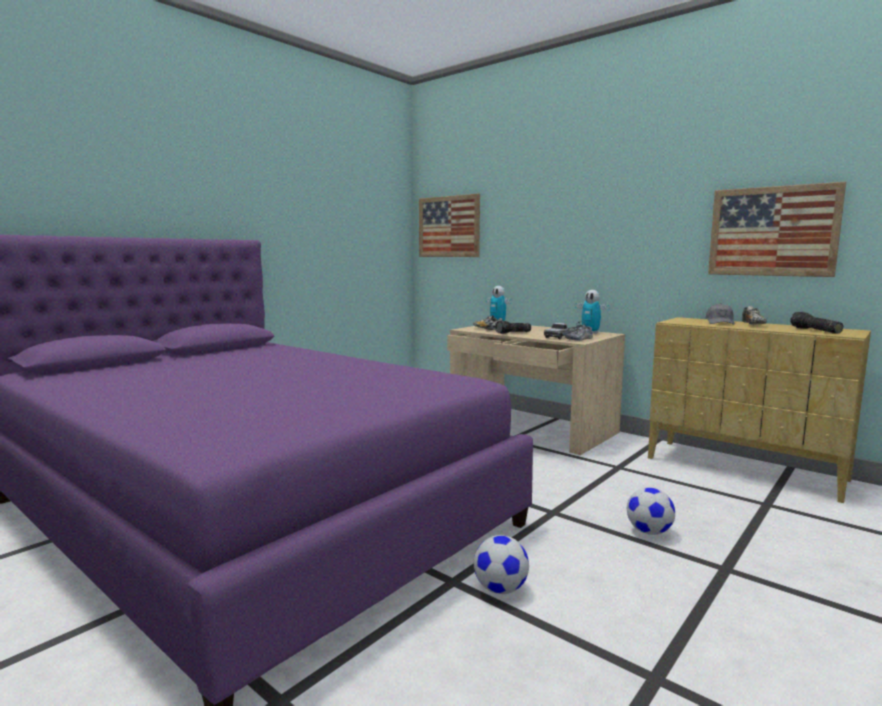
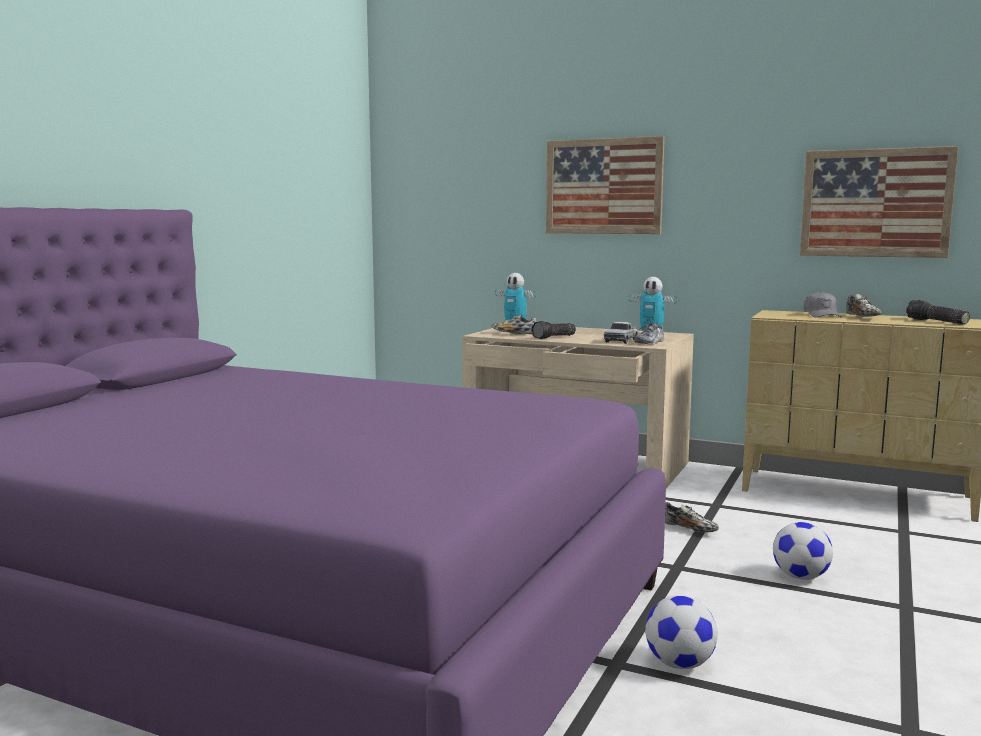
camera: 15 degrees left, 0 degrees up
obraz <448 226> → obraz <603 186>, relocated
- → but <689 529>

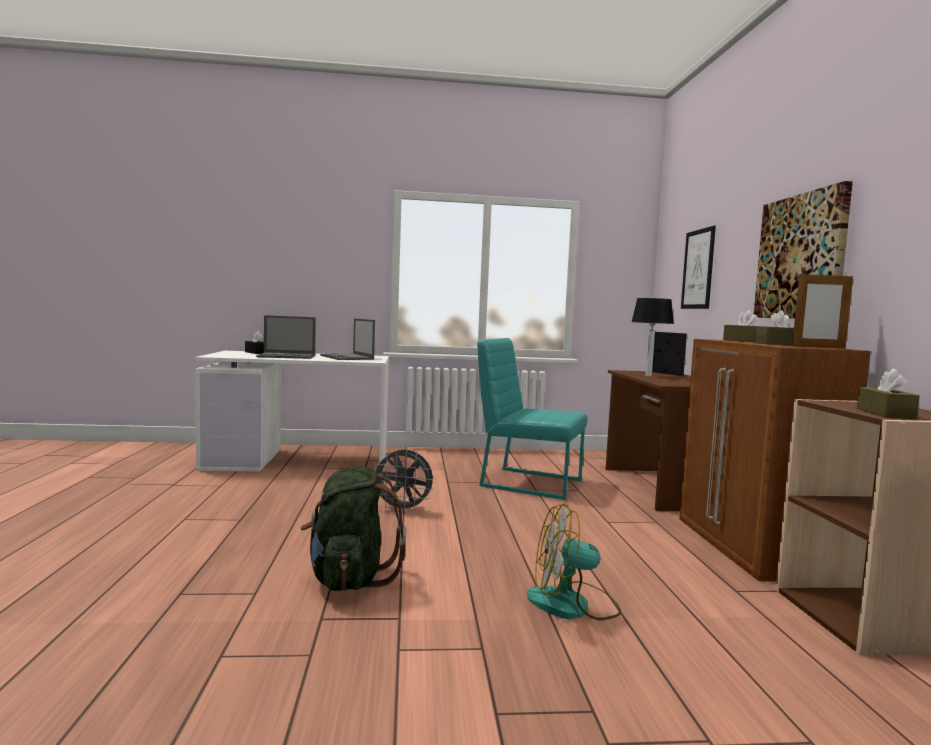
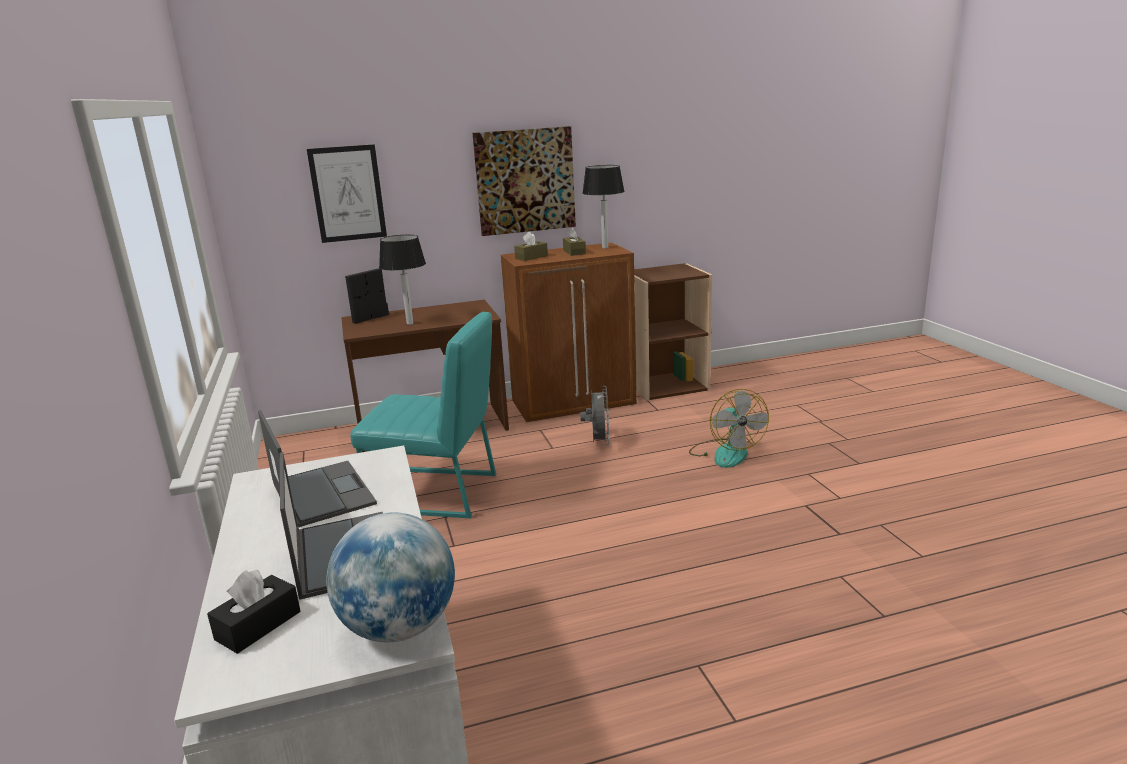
camera: 100 degrees left, 15 degrees up
laptop <347 357> → laptop <322 493>, 75 degrees counterclockwise
- → globus <399 628>
krzesło [turkusowy] <528 482> → krzesło [turkusowy] <437 493>, 90 degrees counterclockwise
wentylator [szary] <403 509> → wentylator [szary] <598 443>, relocated
ramka na zdjęcie <818 347> → lampa stołowa <604 247>
plecak [zielony] <349 579> → -
pudełko chusteczek [brązowy] <885 413> → -

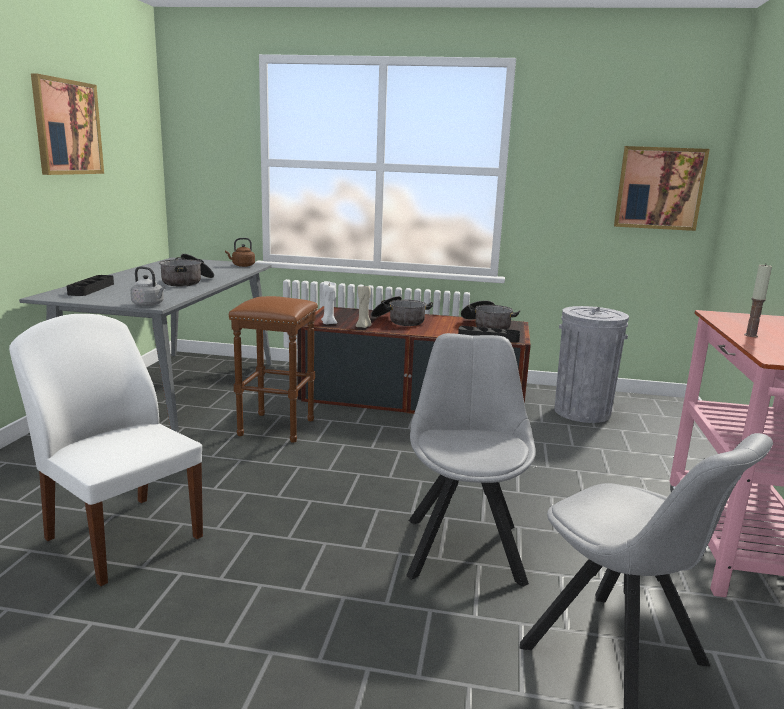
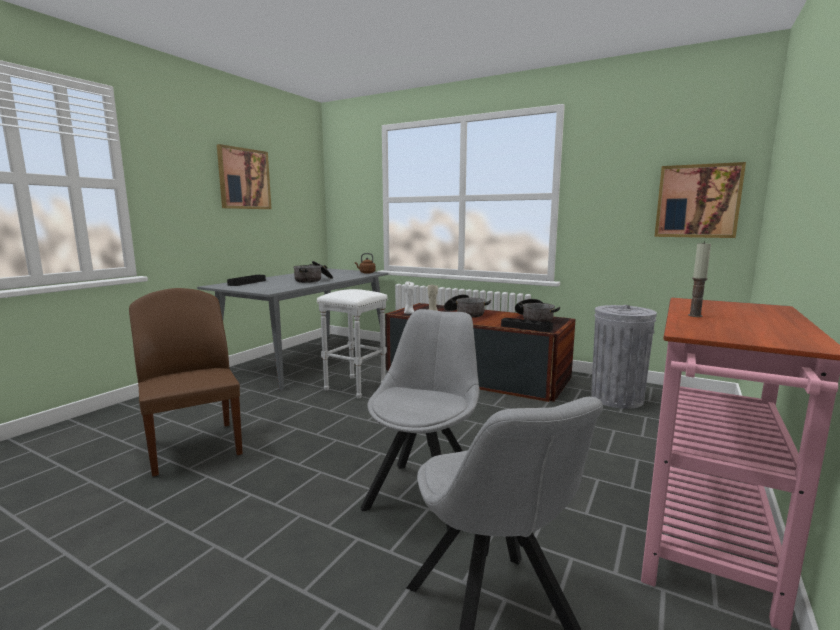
camera: 20 degrees right, 5 degrees down
krzesło [biały] <122 536> → krzesło [brązowy] <195 446>
stołek [brązowy] <277 428> → stołek [biały] <355 387>
czajnik [szary] <149 304> → -

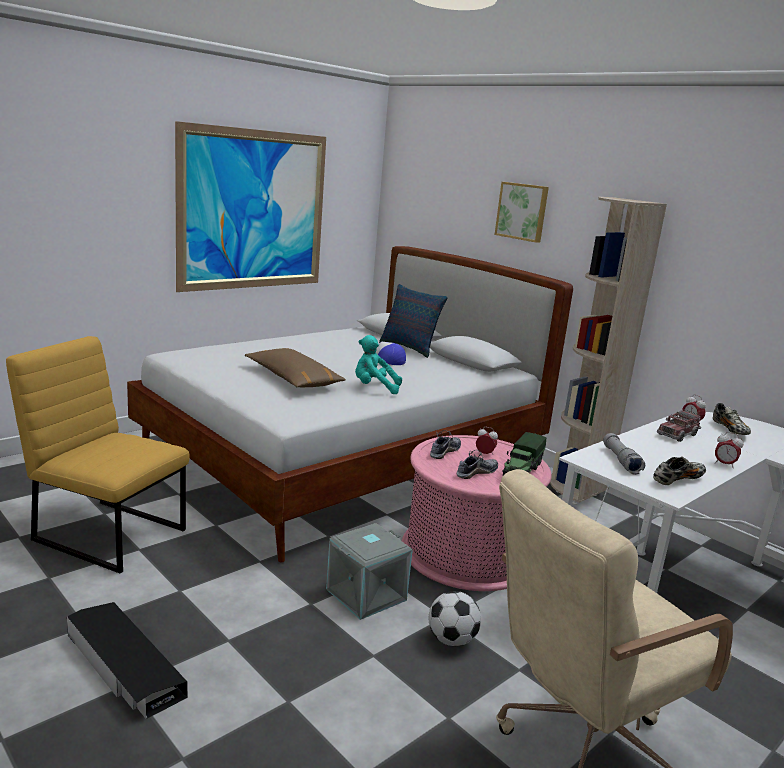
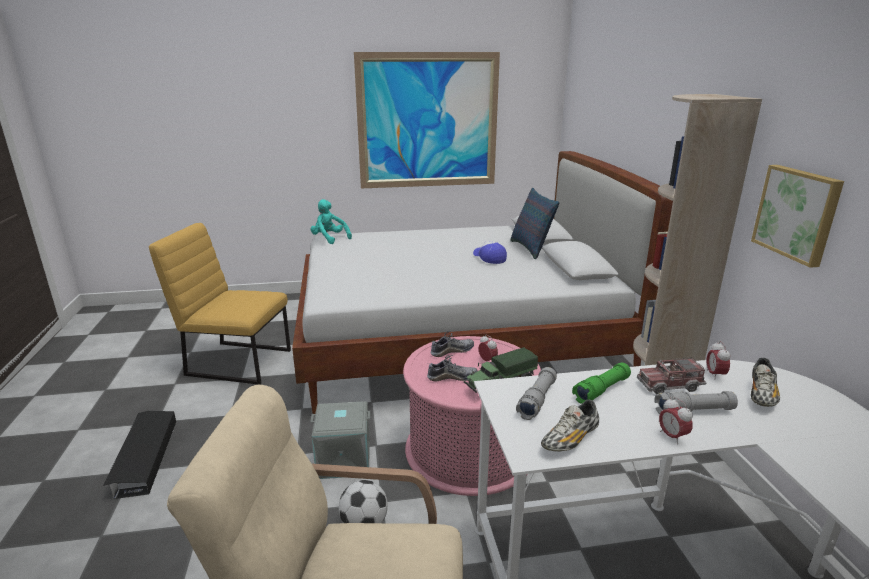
camera: 35 degrees right, 5 degrees up
krzesło [żółty] <107 533> → krzesło [żółty] <237 361>, 45 degrees counterclockwise
pluszak [turkusowy] <374 388> → pluszak [turkusowy] <329 239>, relocated
but <678 480> → but <570 439>, 135 degrees clockwise
- → latarka [zielony] <601 390>
- → latarka [szary] <694 411>
obraz <522 211> → obraz <797 213>, relocated
poduszka [brązowy] <293 379> → -

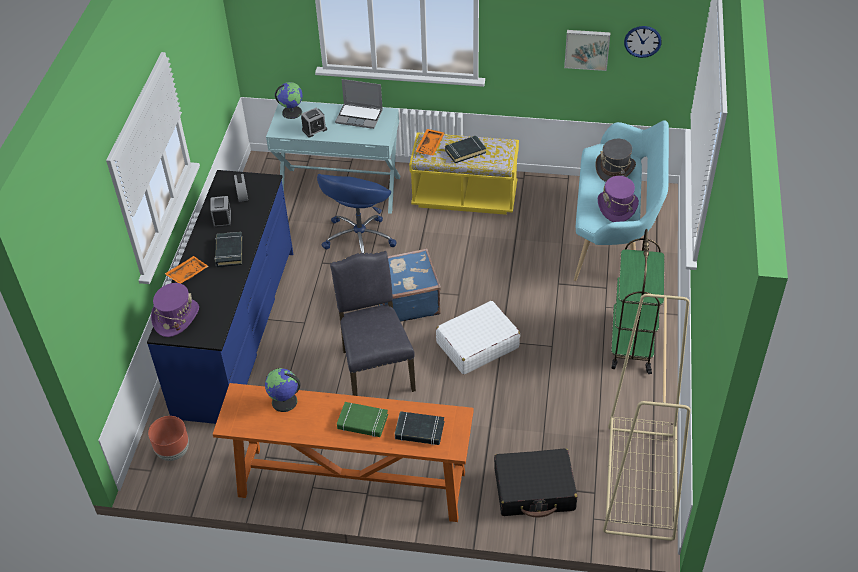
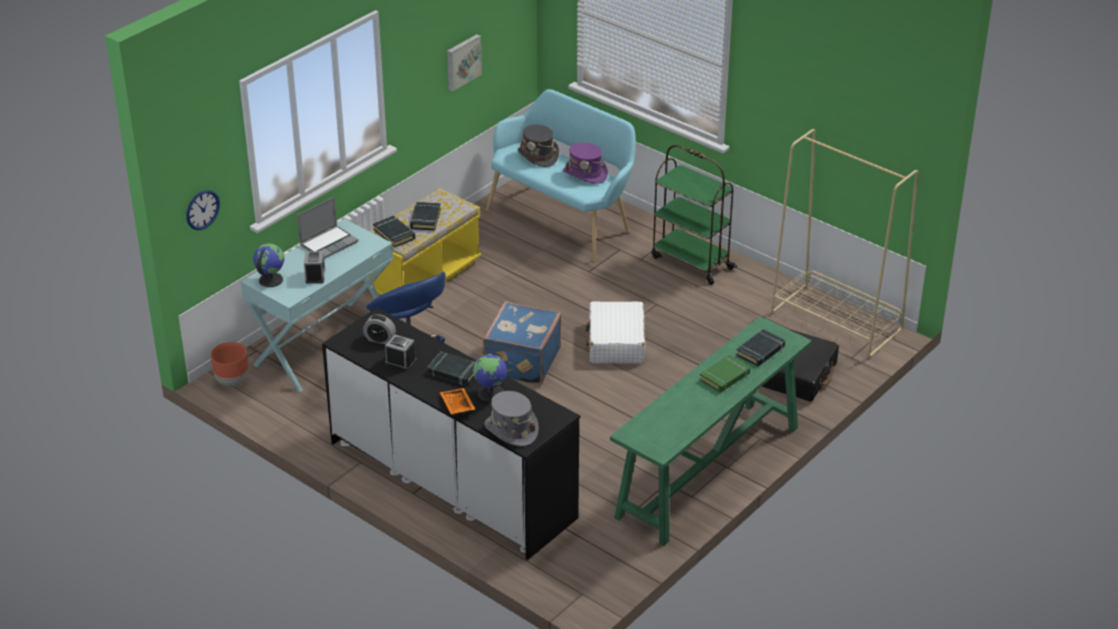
camera: 60 degrees left, 10 degrees down
zegar ścienny <642 41> → zegar ścienny <202 209>, relocated
donica [brązowy] <173 451> → donica [brązowy] <232 381>, relocated
komoda [niebieski] <236 331> → komoda [czarny] <452 479>
taca [pomarańczowy] <430 146> → książka [czarny] <394 234>
globus <284 402> → globus <491 393>, relocated
kapelusz [fioletowy] <176 317> → kapelusz [szary] <511 430>
stolik konsolowy [pomarańczowy] <350 484> → stolik konsolowy [zielony] <707 472>
krzesło [szary] <375 368> → -

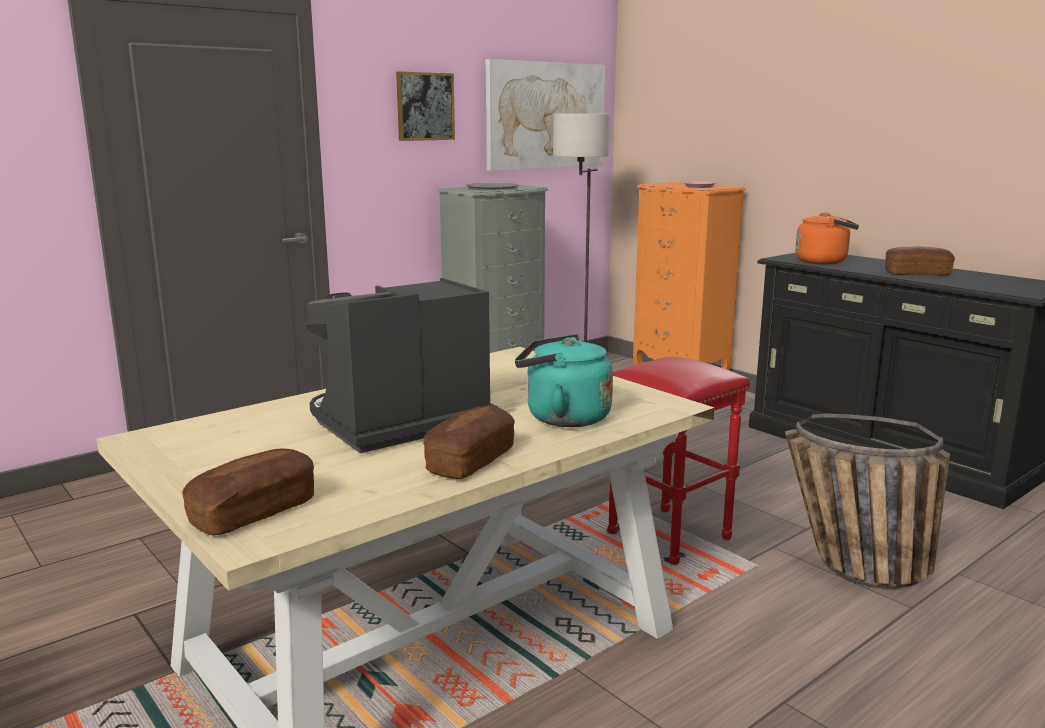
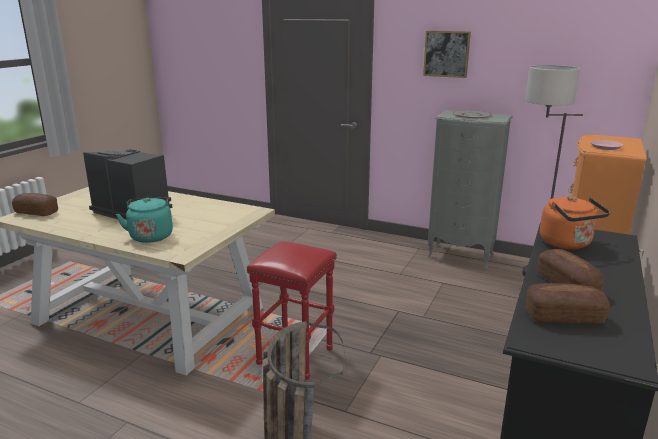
camera: 65 degrees right, 5 degrees up
chleb <470 461> → chleb <564 316>, relocated
obraz <546 115> → -

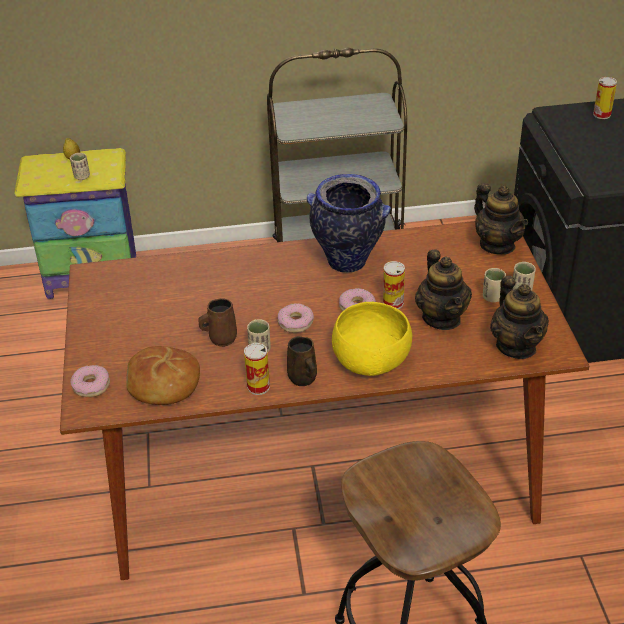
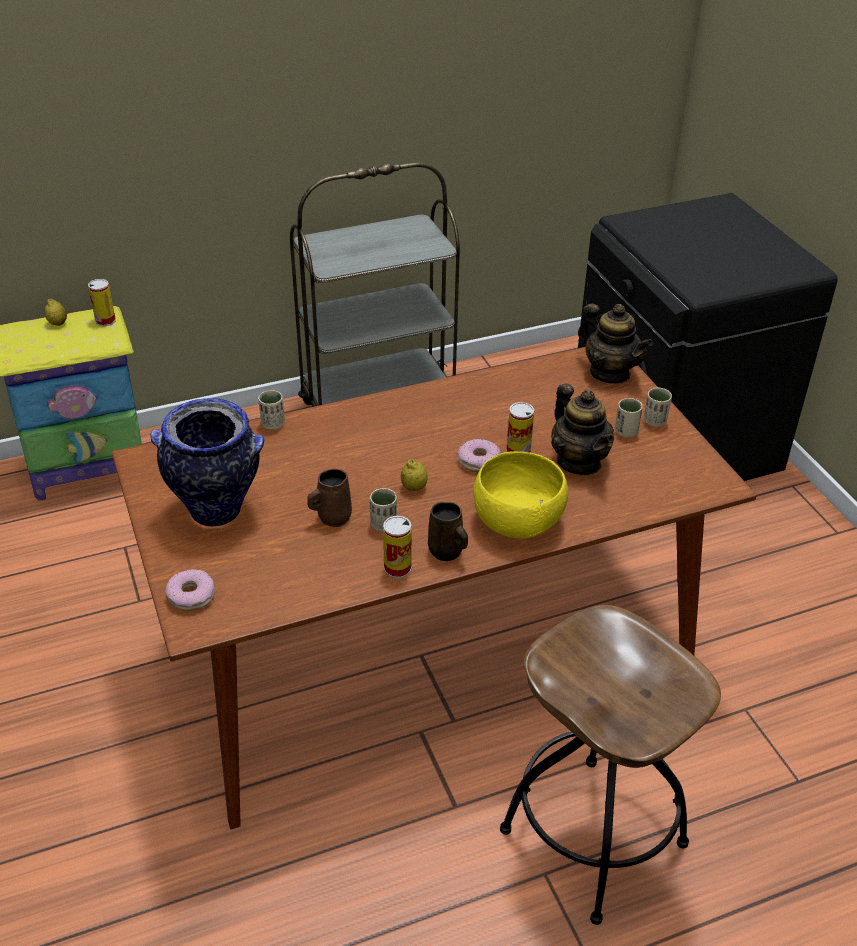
camera: 15 degrees left, 0 degrees up
puszka <602 114> → puszka <105 320>, relocated
wazon <348 262> → wazon <217 511>, relocated
filiżanka [beżowy] <82 176> → filiżanka [beżowy] <273 424>, relocated
donut <295 322> → cytryna <414 488>
chleb <163 385> → -
imbryk <516 346> → -

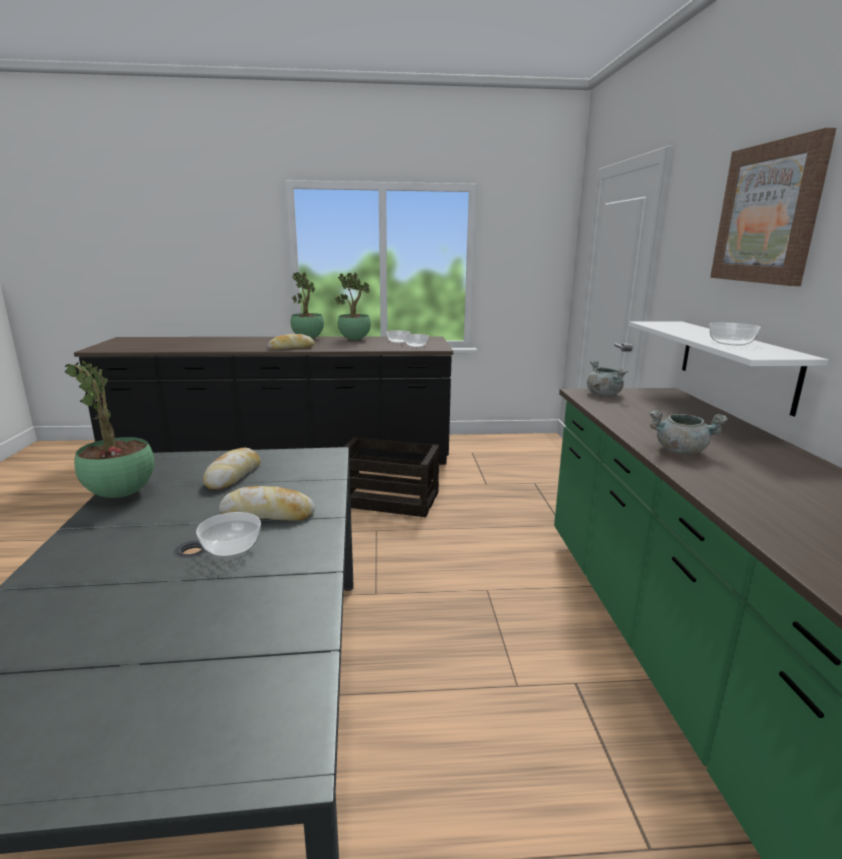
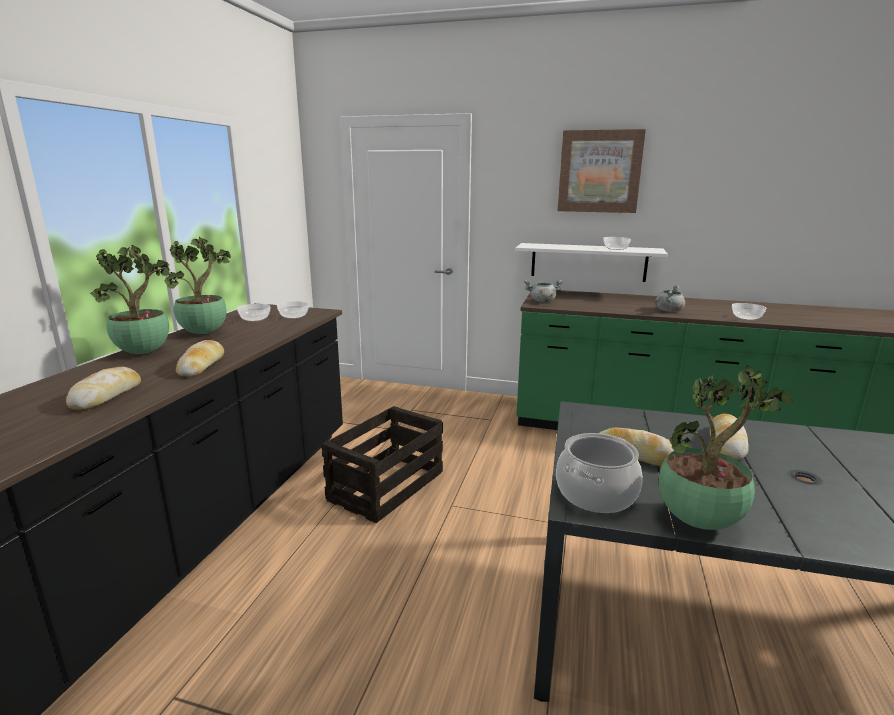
camera: 70 degrees left, 0 degrees up
- → chleb <107 396>
- → garnek <596 494>
miska <231 546> → miska <746 318>, relocated

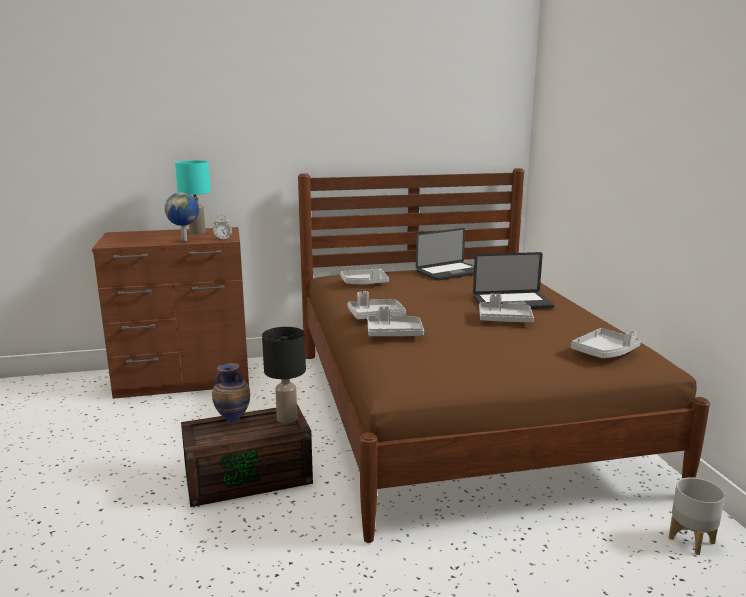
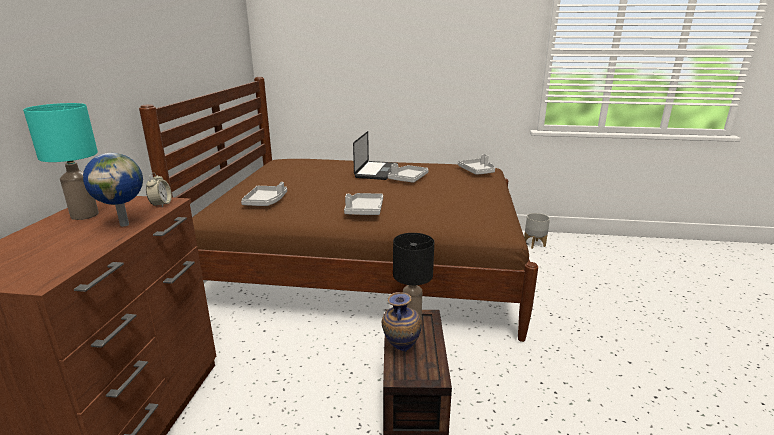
camera: 70 degrees left, 5 degrees up
taca [szary] <394 333> → -
laptop <450 272> → -

